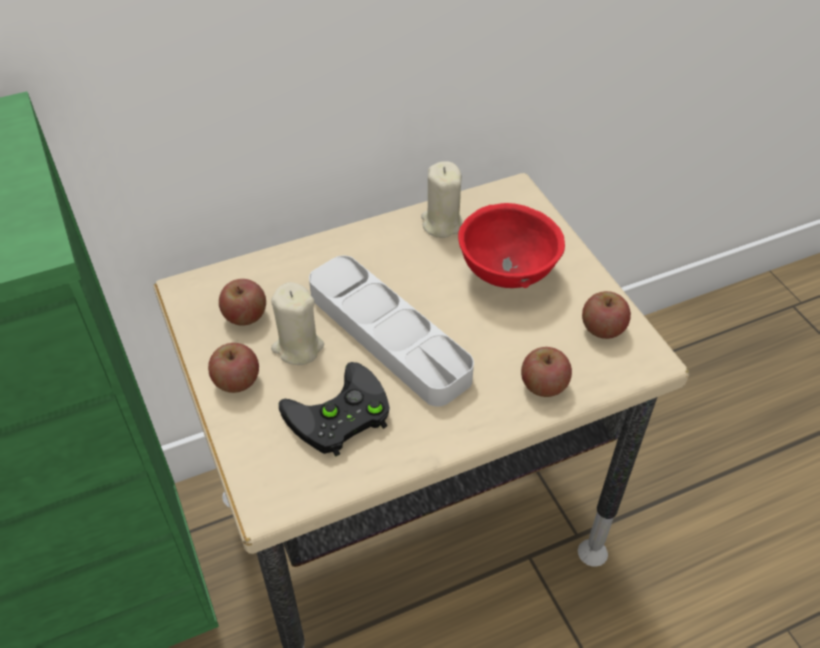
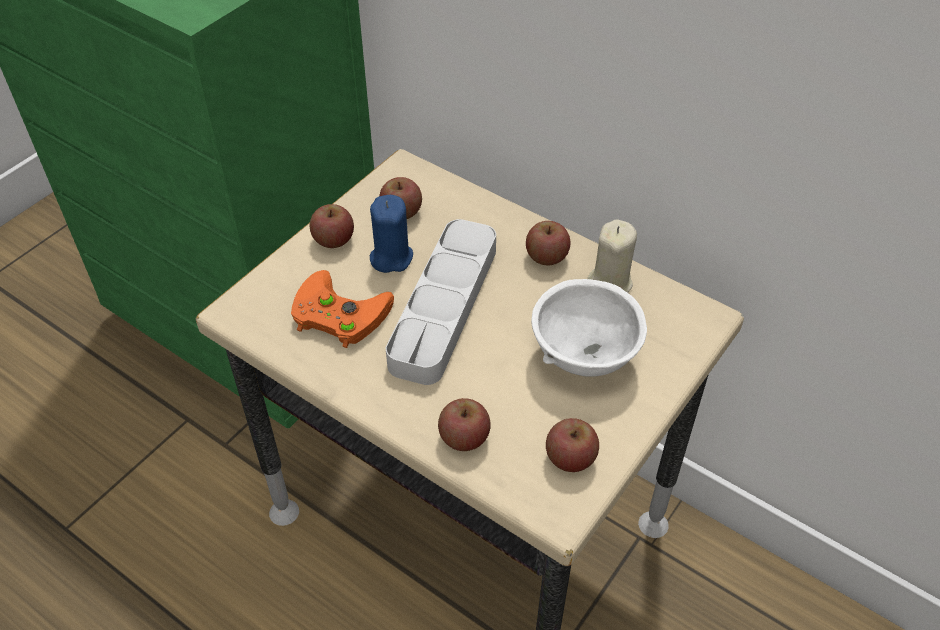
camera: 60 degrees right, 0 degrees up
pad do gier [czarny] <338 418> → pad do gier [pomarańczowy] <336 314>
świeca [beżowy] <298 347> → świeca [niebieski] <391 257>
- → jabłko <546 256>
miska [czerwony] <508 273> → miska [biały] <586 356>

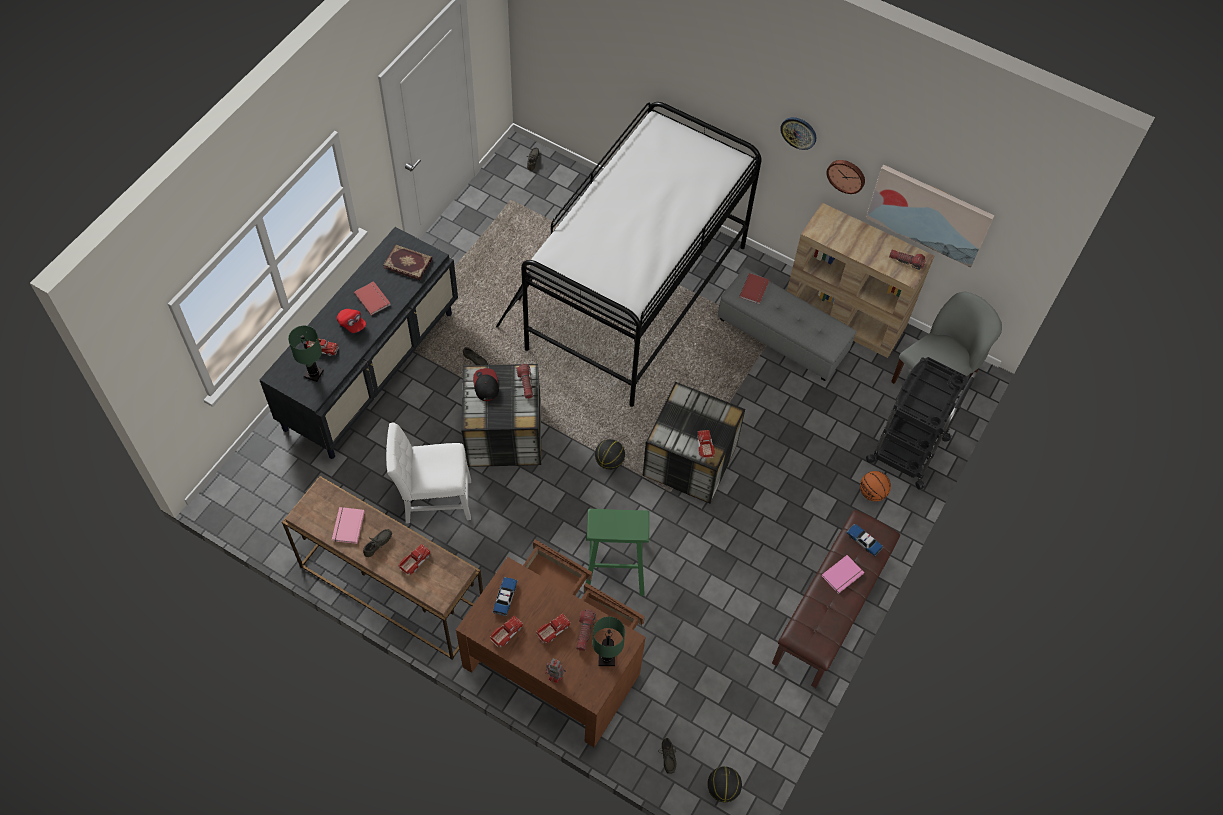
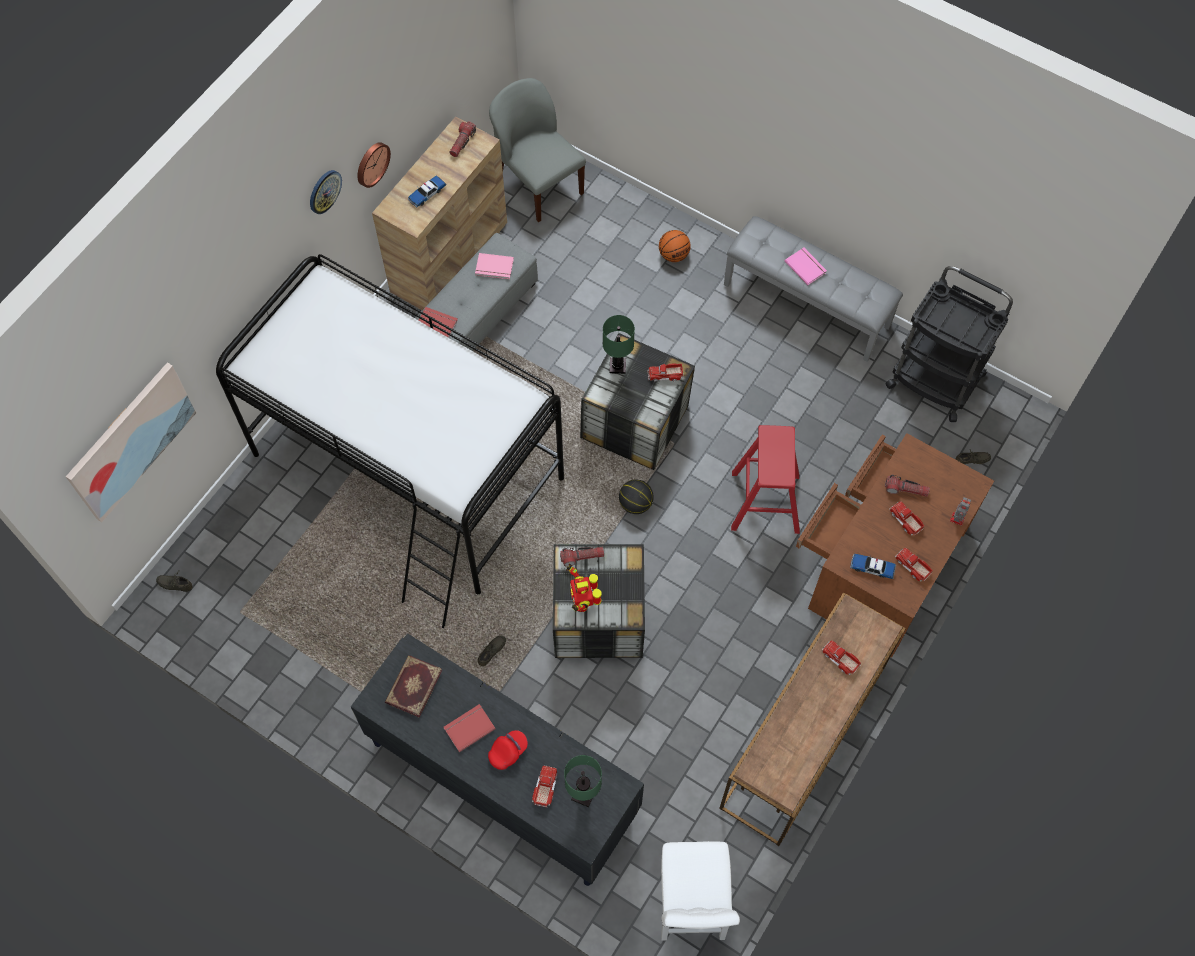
camera: 85 degrees left, 5 degrees up
obraz <929 214> → obraz <130 441>, relocated
samochodzik <863 541> → samochodzik <427 194>, relocated
książka [różowy] <347 526> → książka [różowy] <494 268>, relocated
czapka z daszkiem <485 385> → robot zabawkowy <582 602>
lampa stołowa [zielony] <606 658> → lampa stołowa [zielony] <618 366>, relocated
krzesło [biały] <434 500> → krzesło [biały] <691 904>, relocated
ławka [brązowy] <831 610> → ławka [szary] <807 304>
stołek [zielony] <615 565> → stołek [czerwony] <765 502>
wózek [czarny] <907 449> → wózek [czarny] <934 381>, relocated
but [szary] <378 545> → -
piłka do koszykówki <722 789> → -

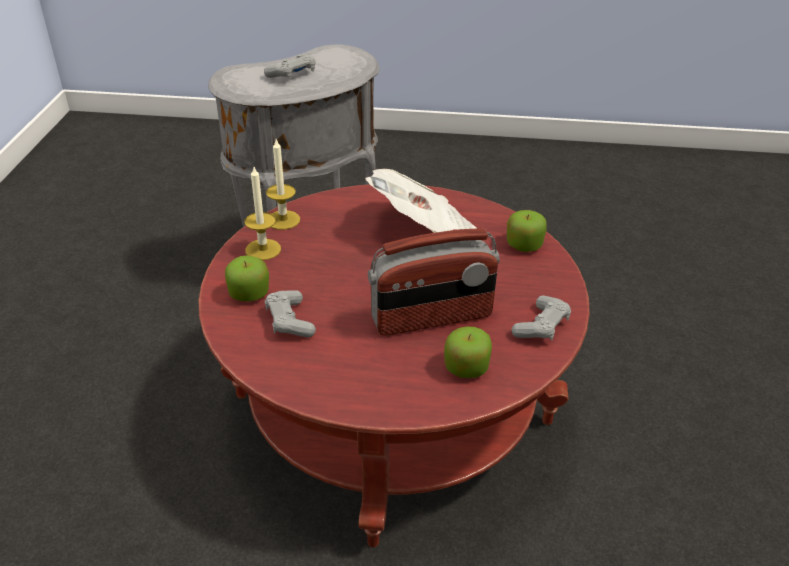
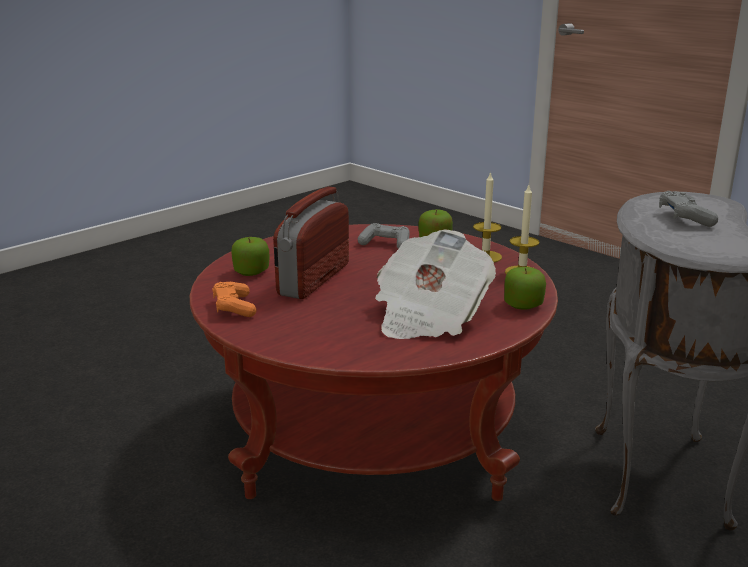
camera: 130 degrees right, 15 degrees down
pad do gier [szary] <541 326> → pad do gier [pomarańczowy] <234 307>
jabłko <524 245> → jabłko <523 305>, relocated

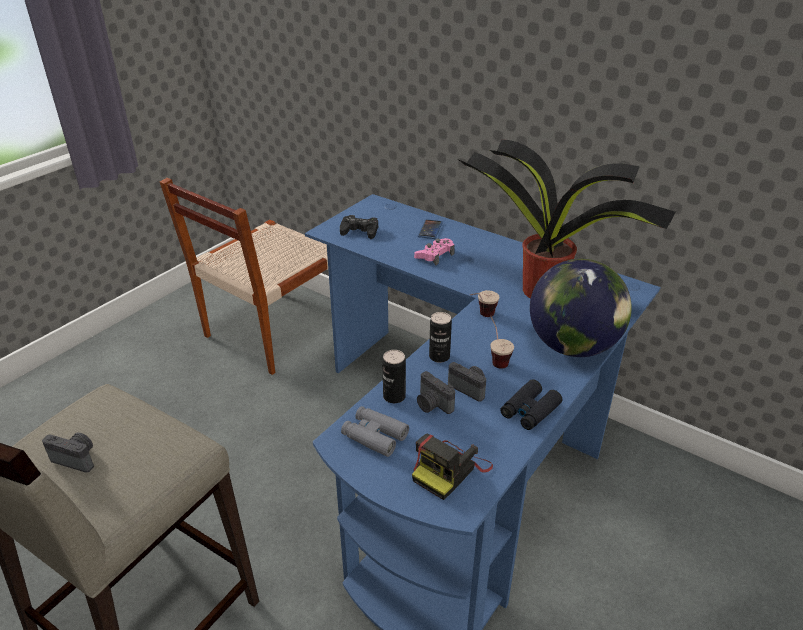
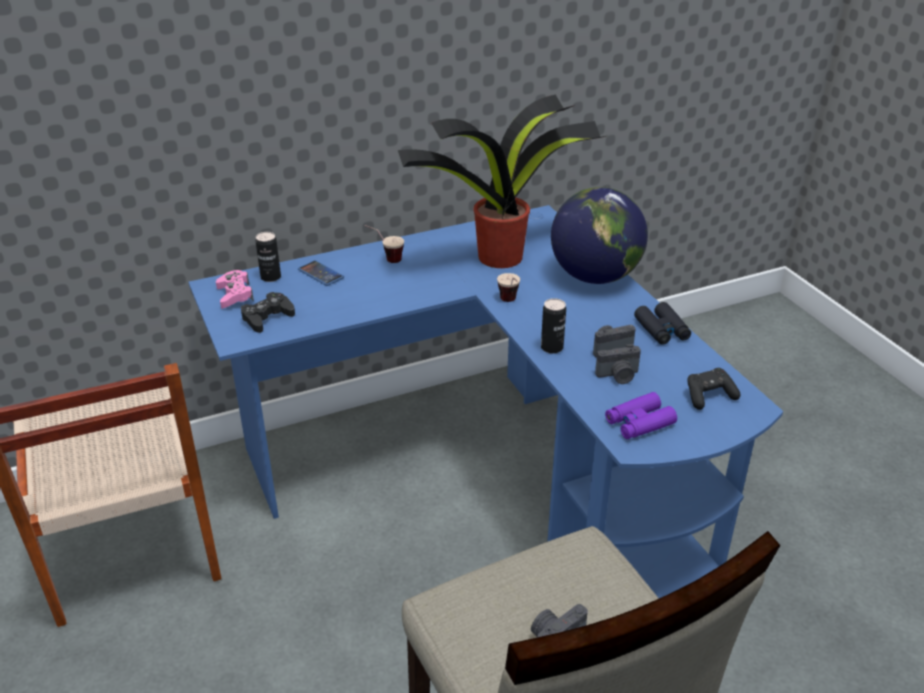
camera: 60 degrees left, 0 degrees up
pad do gier [różowy] <435 255> → pad do gier [różowy] <235 295>, relocated
puszka <394 396> → puszka <270 277>, relocated
filiżanka <496 358> → filiżanka <385 259>, relocated
lornetka [szary] <374 436> → lornetka [fioletowy] <639 423>
aparat fotograficzny <450 470> → pad do gier [czarny] <709 396>

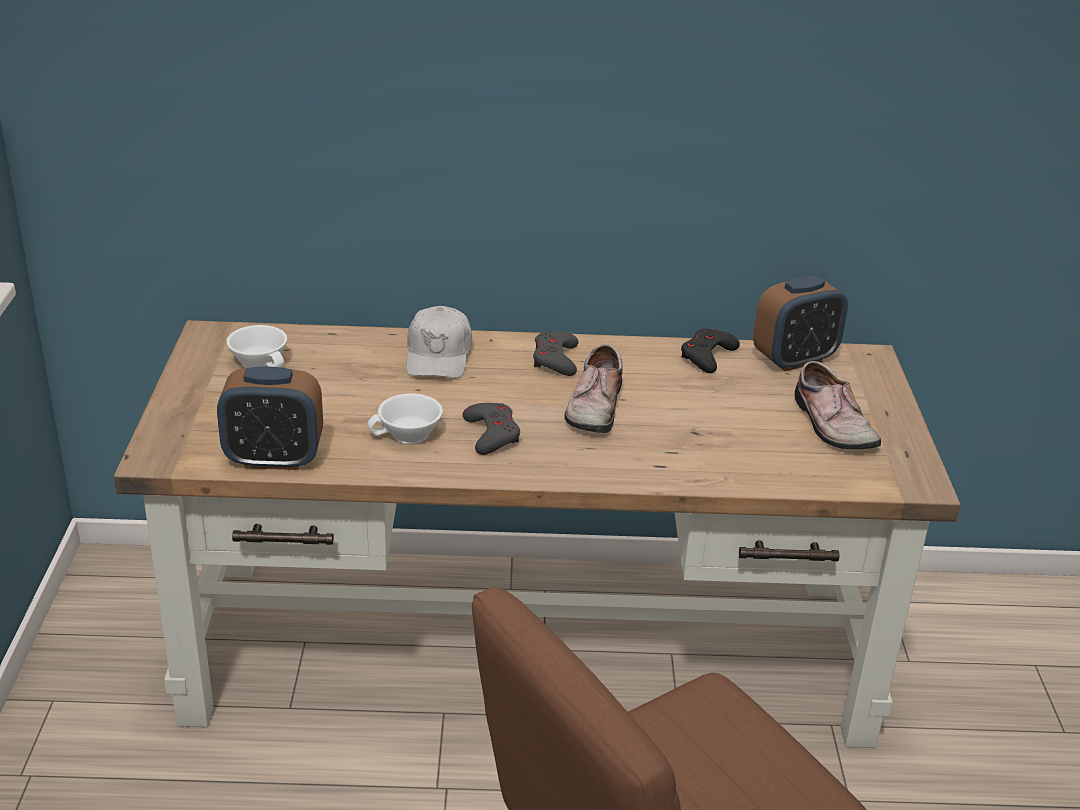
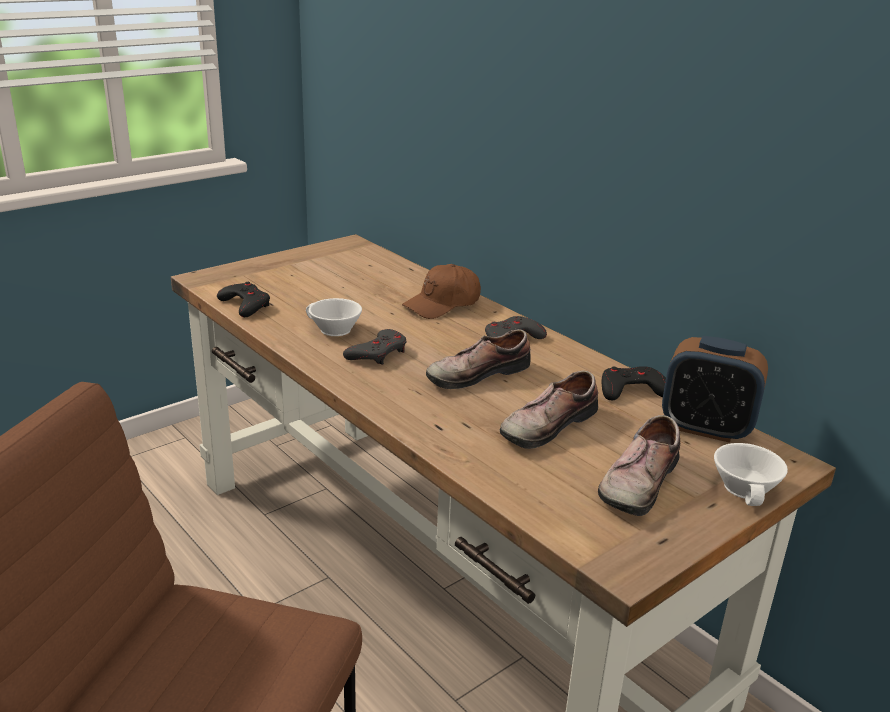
camera: 50 degrees right, 5 degrees down
budzik <274 459> → pad do gier [czarny] <245 305>
czapka z daszkiem [biały] <438 356> → czapka z daszkiem [brązowy] <442 304>
- → but <545 424>
filiżanka [biały] <262 361> → filiżanka [biały] <748 489>, relocated

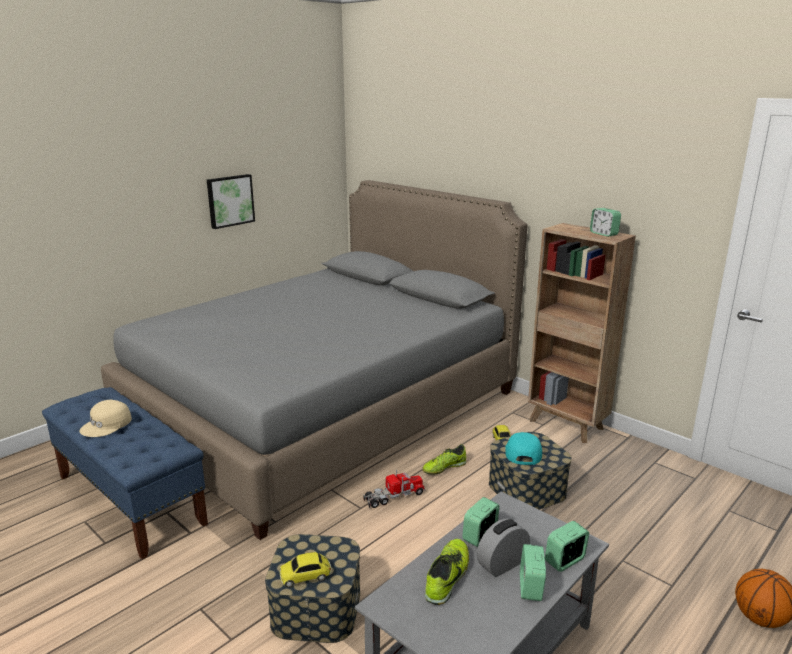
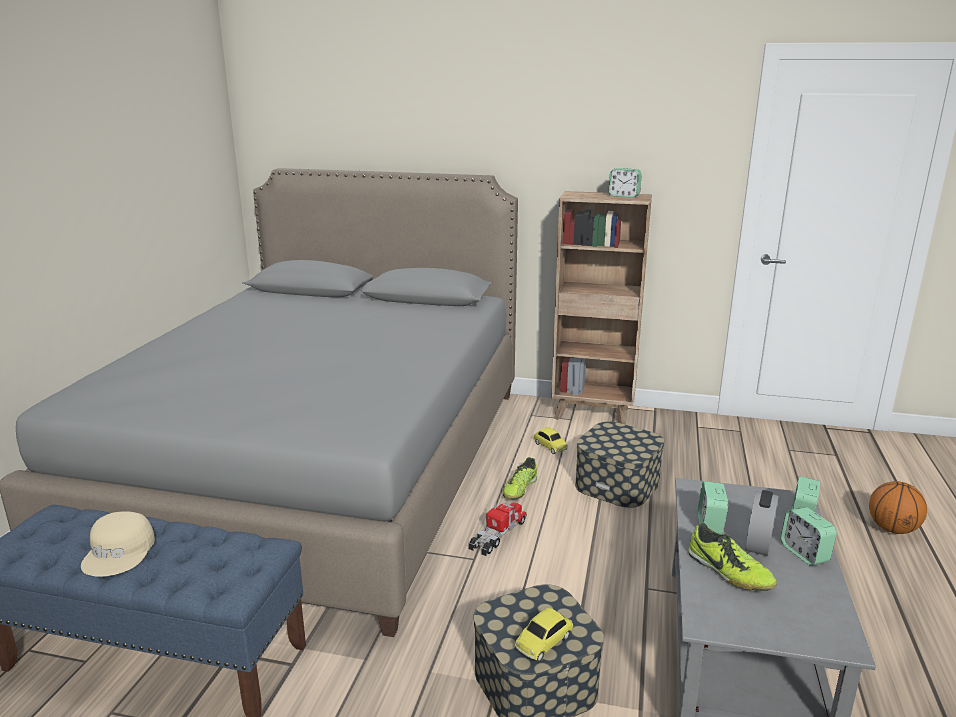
camera: 30 degrees left, 0 degrees up
but <447 576> → but <728 572>, 150 degrees clockwise
obraz <230 200> → -
czapka z daszkiem [turkusowy] <522 452> → -

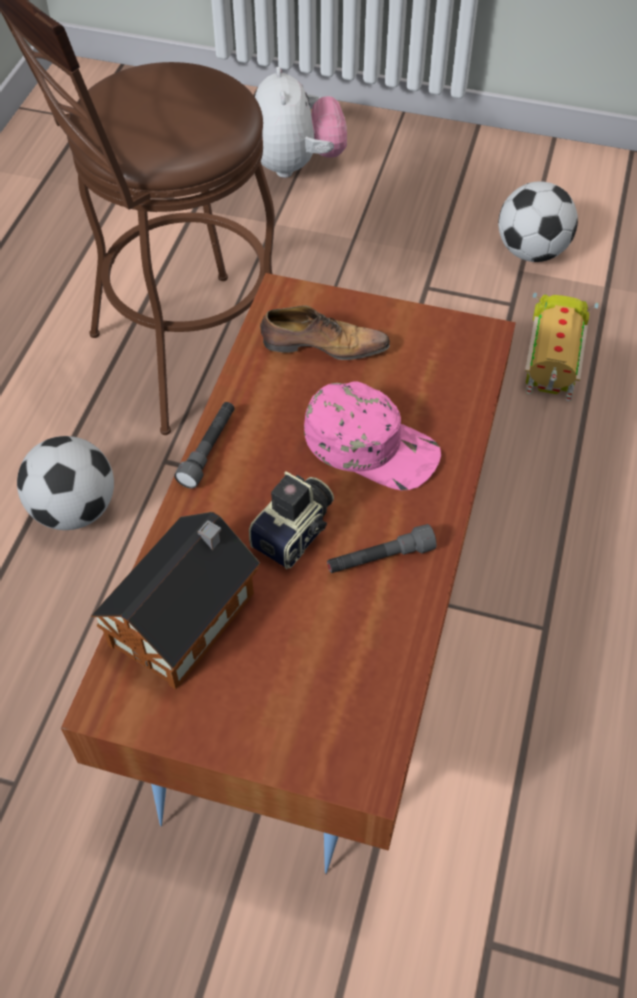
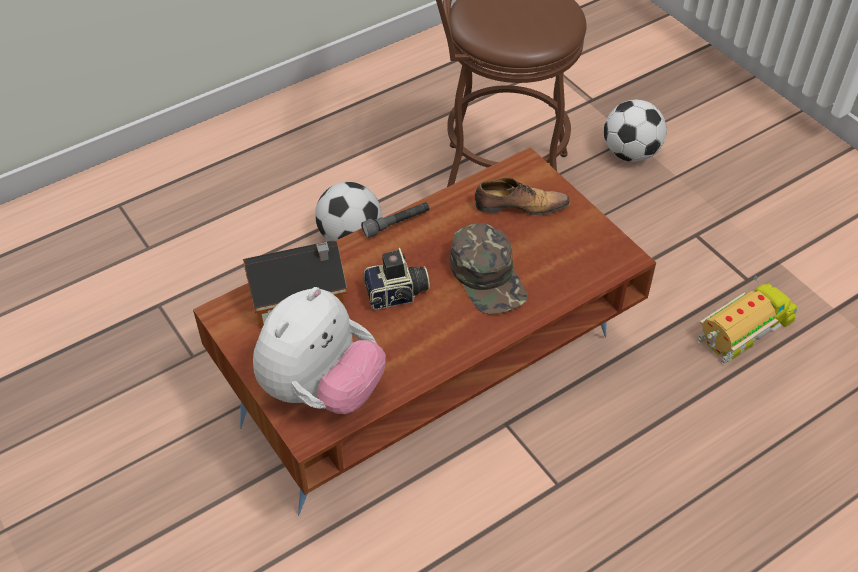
camera: 40 degrees right, 5 degrees down
pluszak <297 165> → pluszak <322 389>, relocated
czapka z daszkiem [różowy] <371 445> → czapka z daszkiem [zielony] <488 276>
but <322 346> → but <519 206>, 45 degrees counterclockwise
piłka futbolowa <531 251> → piłka futbolowa <630 153>, relocated
latarka [szary] <380 558> → -

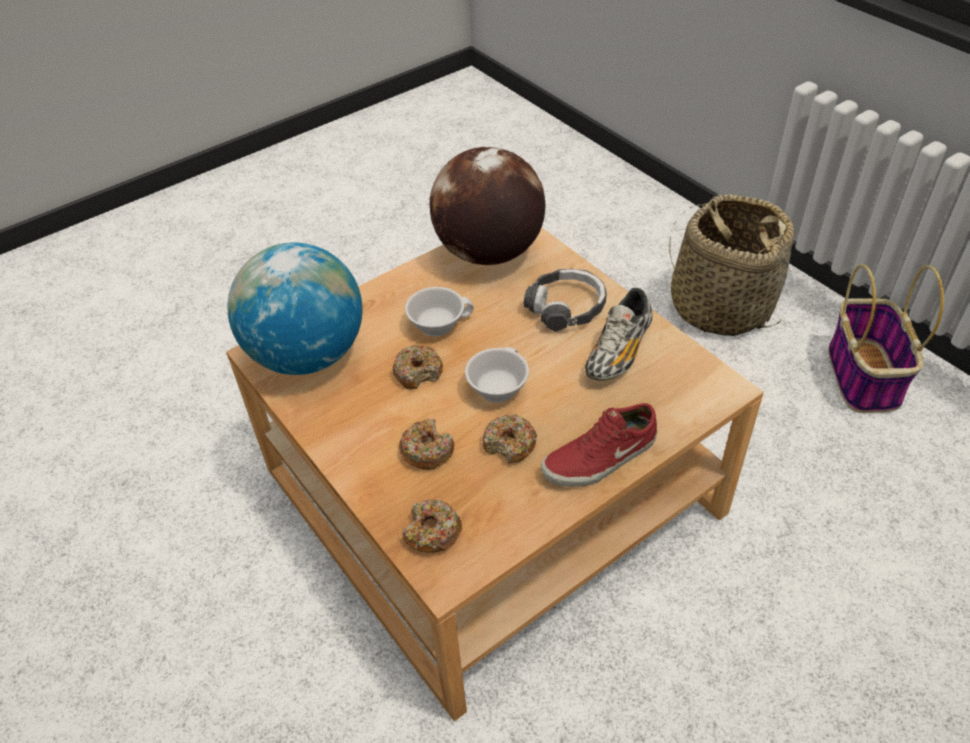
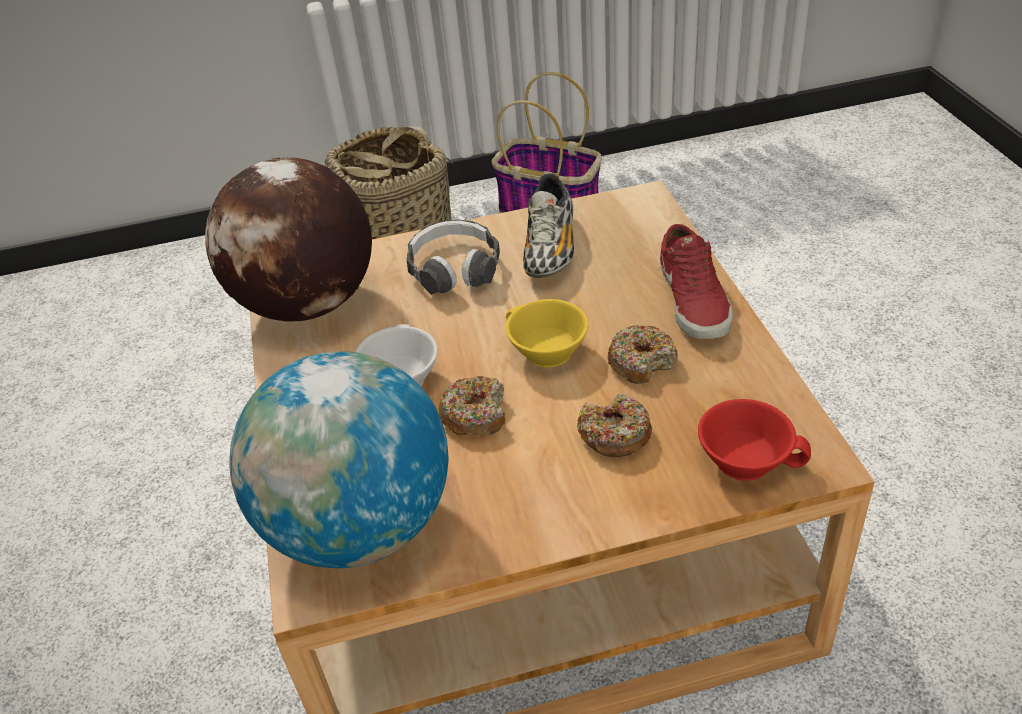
camera: 65 degrees left, 5 degrees down
filiżanka [biały] <496 386> → filiżanka [żółty] <544 352>
but <618 352> → but <550 249>, 45 degrees clockwise
donut <432 532> → filiżanka [czerwony] <747 458>

